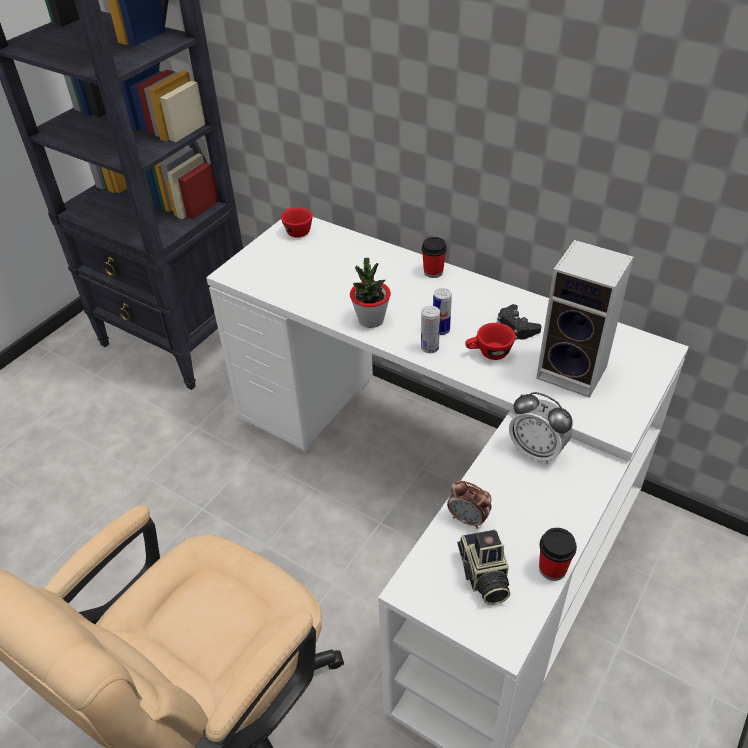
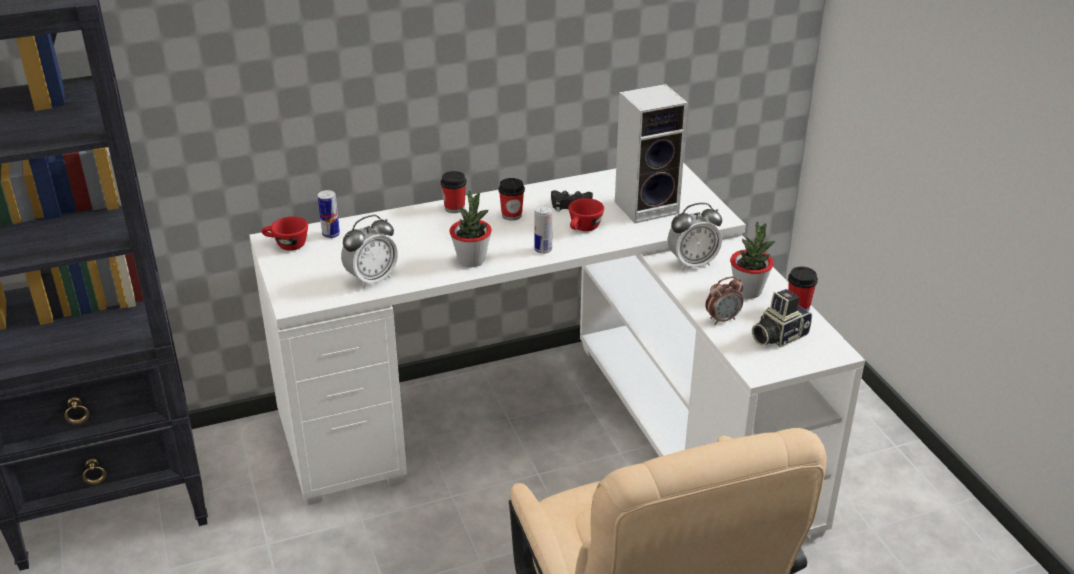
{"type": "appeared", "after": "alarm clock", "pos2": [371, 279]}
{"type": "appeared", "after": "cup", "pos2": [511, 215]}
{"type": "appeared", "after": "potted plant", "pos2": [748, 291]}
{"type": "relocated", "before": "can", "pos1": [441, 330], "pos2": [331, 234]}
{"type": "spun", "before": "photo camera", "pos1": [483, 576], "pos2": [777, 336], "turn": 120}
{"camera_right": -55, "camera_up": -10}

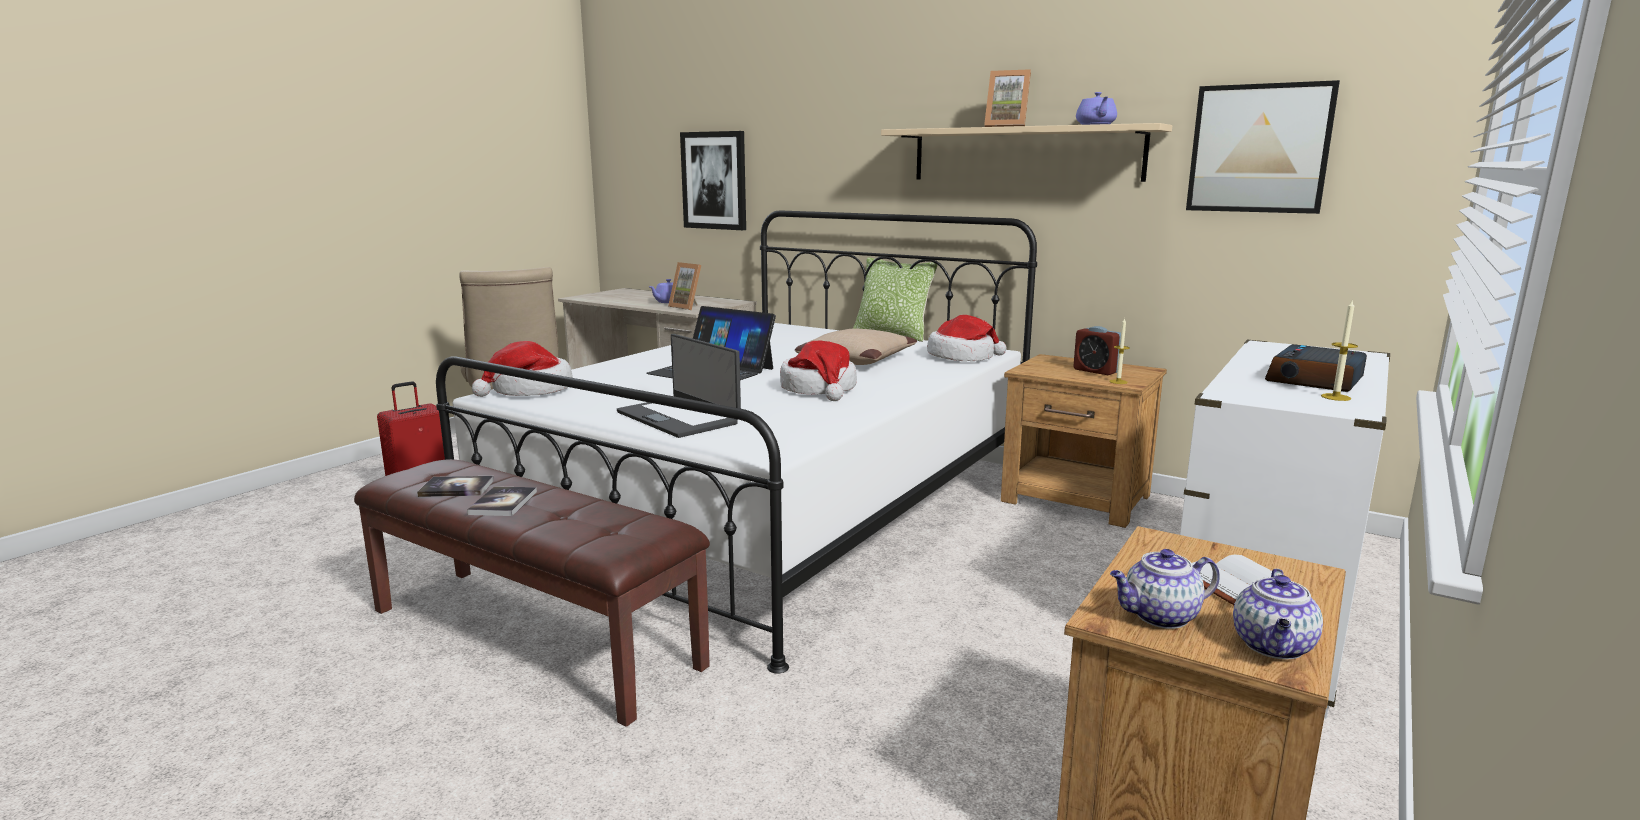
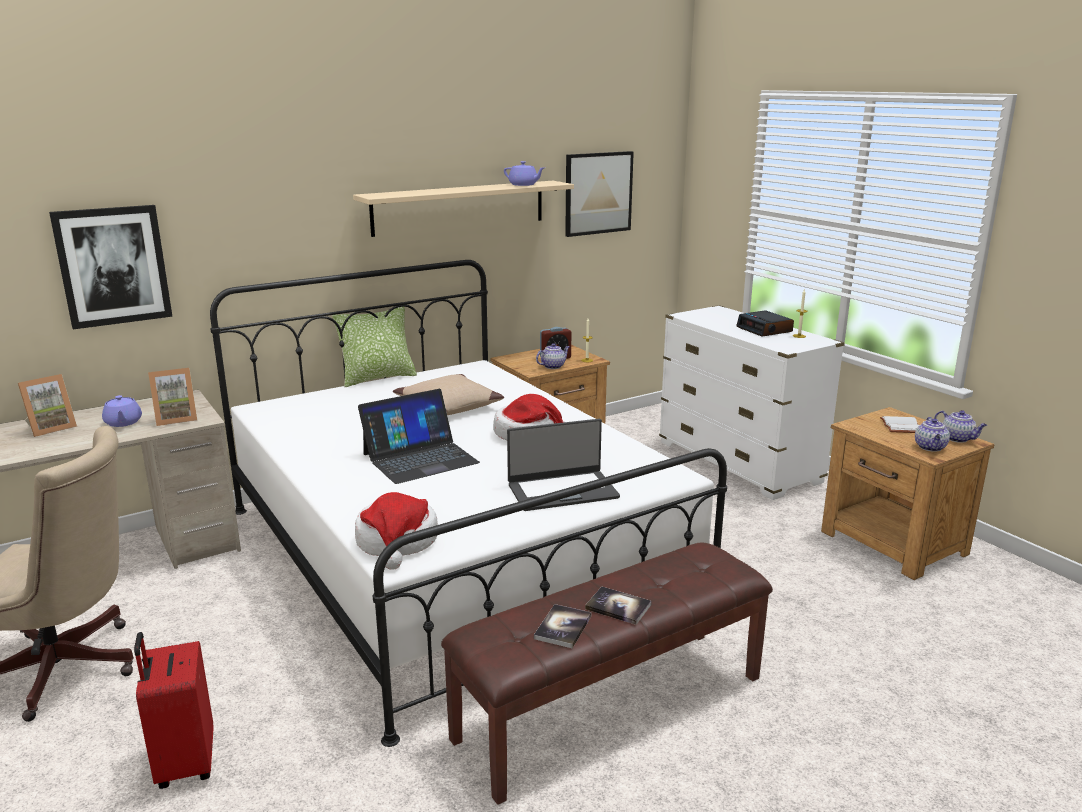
{"type": "missing", "before": "hat", "pos1": [962, 357]}
{"type": "appeared", "after": "teapot", "pos2": [553, 366]}
{"type": "relocated", "before": "picture frame", "pos1": [1006, 127], "pos2": [51, 428]}
{"camera_right": -65, "camera_up": 5}

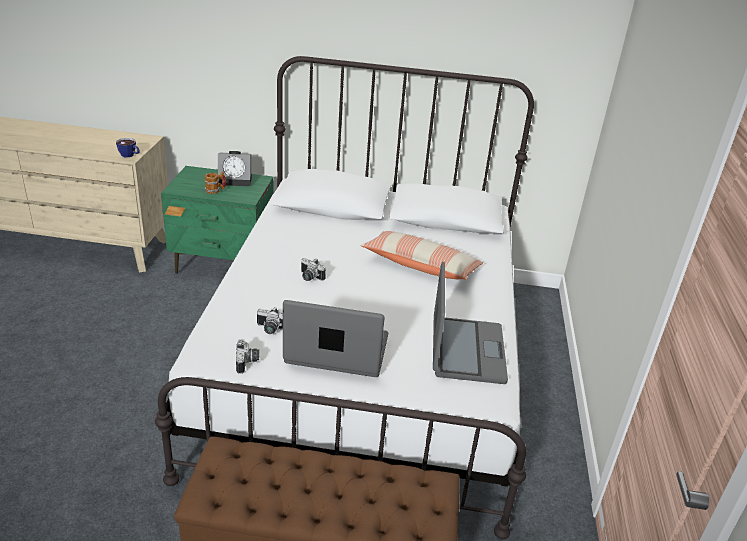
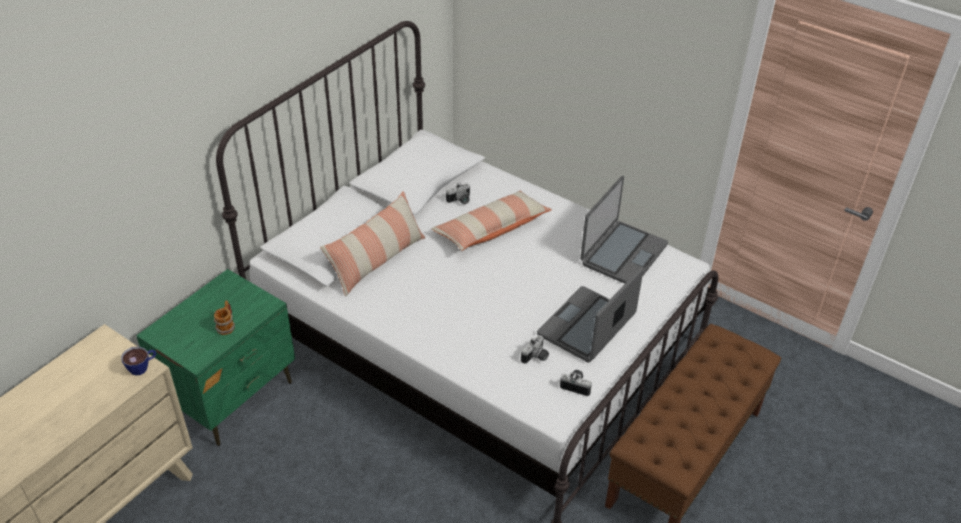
{"type": "missing", "before": "alarm clock", "pos1": [236, 180]}
{"type": "appeared", "after": "pillow", "pos2": [377, 261]}
{"type": "relocated", "before": "photo camera", "pos1": [309, 277], "pos2": [460, 201]}
{"type": "spun", "before": "laptop", "pos1": [466, 351], "pos2": [623, 254], "turn": 90}
{"camera_right": -60, "camera_up": 10}

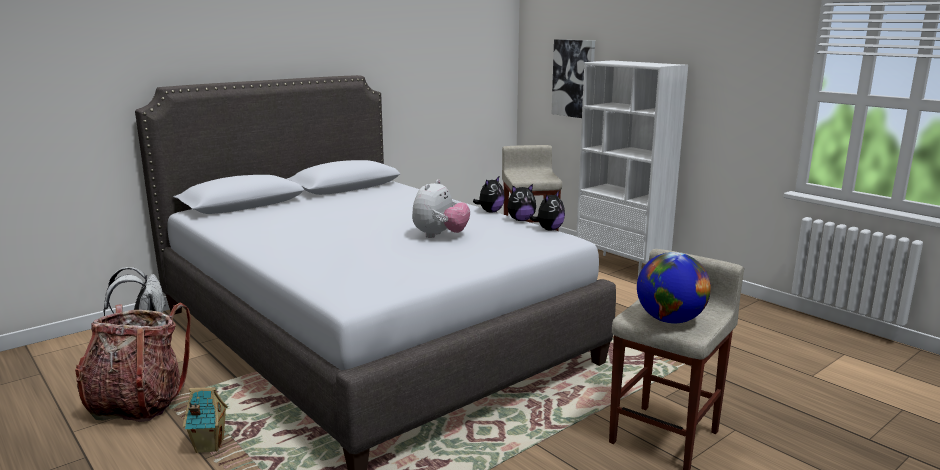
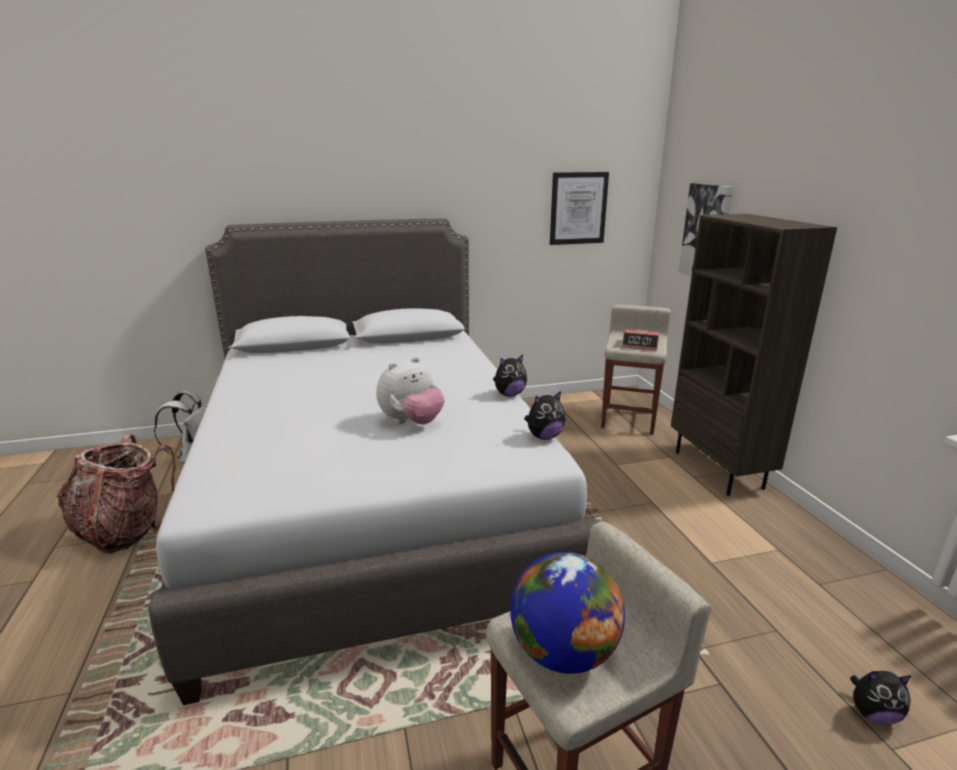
{"type": "missing", "before": "toy house", "pos1": [208, 446]}
{"type": "appeared", "after": "picture", "pos2": [578, 208]}
{"type": "appeared", "after": "alarm clock", "pos2": [640, 345]}
{"type": "relocated", "before": "plush toy", "pos1": [520, 220], "pos2": [873, 713]}
{"type": "colour", "before": "bookcase/white", "after": "bookcase/brown", "pos1": [622, 267], "pos2": [719, 470]}
{"camera_right": 25, "camera_up": 5}

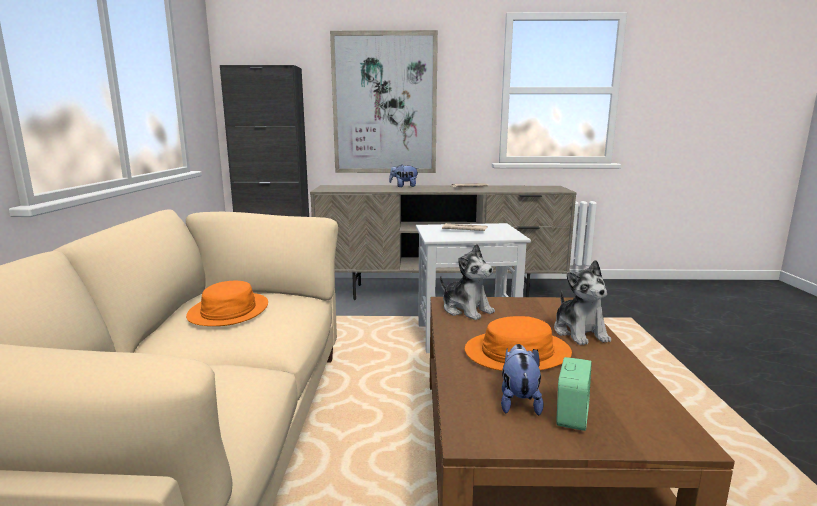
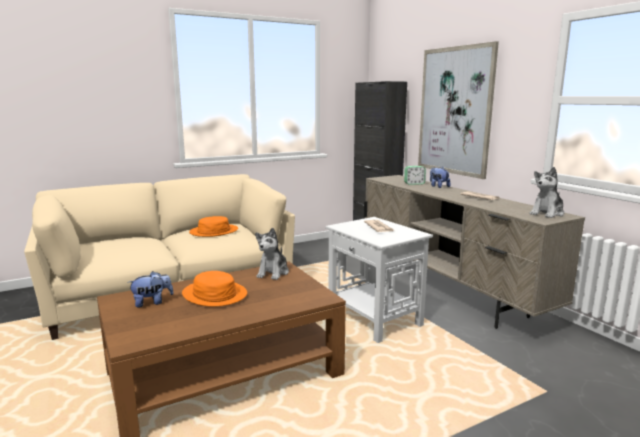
{"type": "relocated", "before": "plush toy", "pos1": [580, 332], "pos2": [547, 213]}
{"type": "relocated", "before": "alarm clock", "pos1": [572, 416], "pos2": [414, 183]}
{"camera_right": 60, "camera_up": 0}

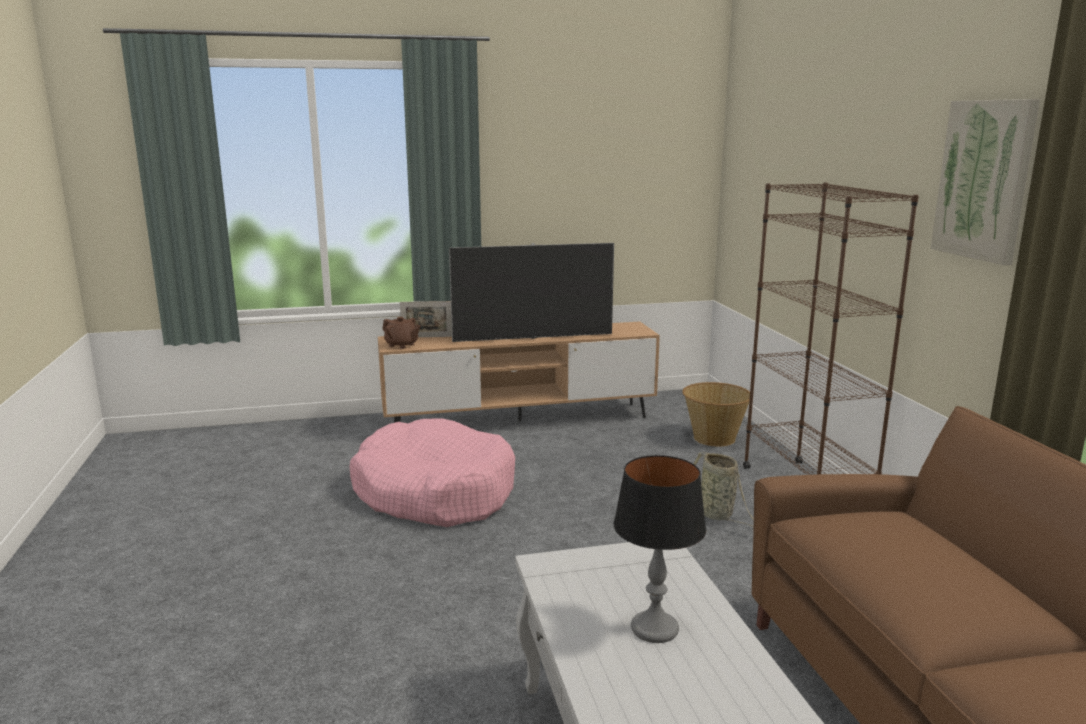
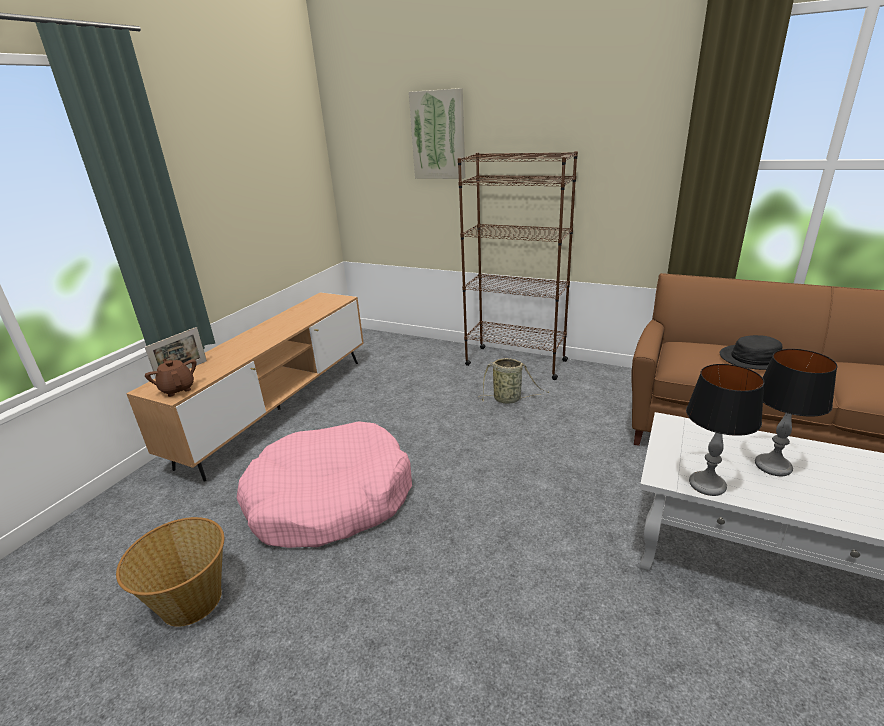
{"type": "missing", "before": "television", "pos1": [533, 338]}
{"type": "appeared", "after": "table lamp", "pos2": [707, 484]}
{"type": "appeared", "after": "hat/black", "pos2": [755, 358]}
{"type": "relocated", "before": "basket", "pos1": [714, 438], "pos2": [191, 600]}
{"type": "relocated", "before": "picture", "pos1": [984, 180], "pos2": [438, 135]}
{"type": "spun", "before": "teapot/brown", "pos1": [401, 345], "pos2": [178, 389], "turn": -105}
{"camera_right": -50, "camera_up": 10}

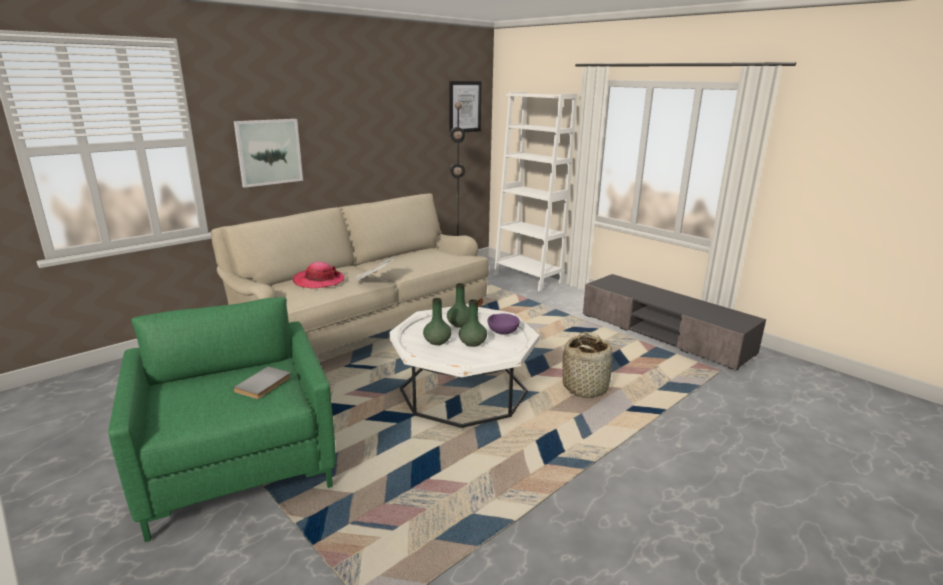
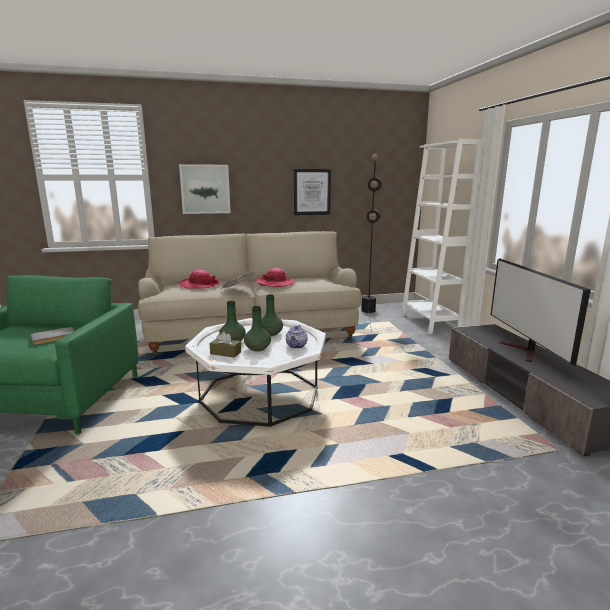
{"type": "missing", "before": "basket", "pos1": [585, 387]}
{"type": "appeared", "after": "tissue box/brown", "pos2": [225, 353]}
{"type": "appeared", "after": "hat", "pos2": [275, 283]}
{"type": "appeared", "after": "television", "pos2": [524, 352]}
{"type": "relocated", "before": "picture", "pos1": [464, 107], "pos2": [312, 192]}
{"type": "exchanged", "before": "bowl/purple", "after": "teapot", "pos1": [503, 332], "pos2": [296, 346]}
{"camera_right": 30, "camera_up": -5}

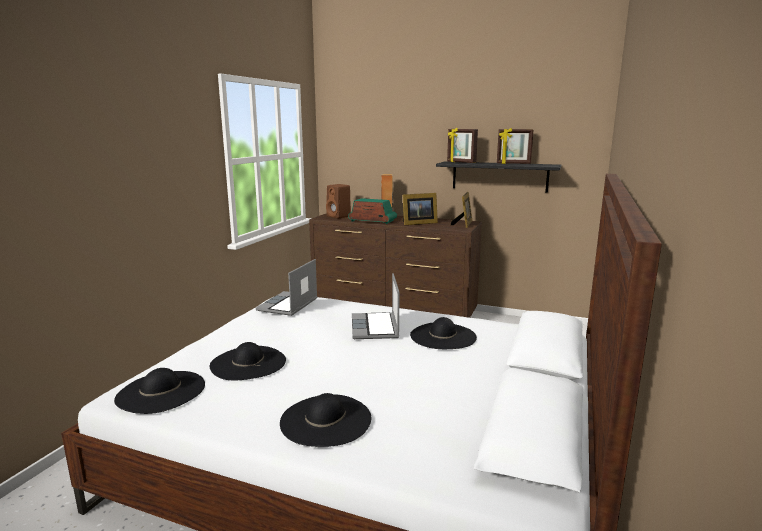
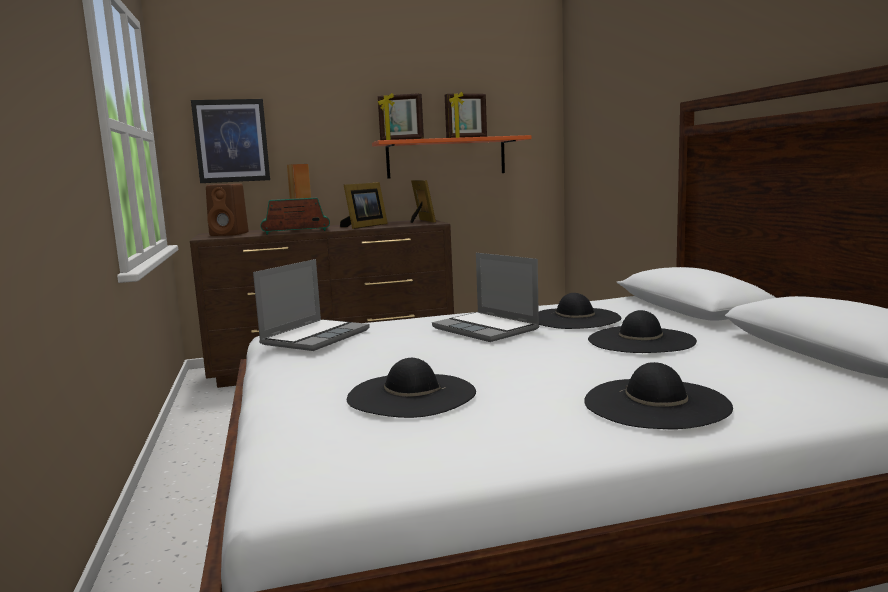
{"type": "appeared", "after": "picture", "pos2": [231, 141]}
{"type": "relocated", "before": "hat/black", "pos1": [161, 391], "pos2": [641, 340]}
{"type": "colour", "before": "shelf/black", "after": "shelf/orange", "pos1": [499, 176], "pos2": [446, 158]}
{"type": "spun", "before": "laptop", "pos1": [288, 305], "pos2": [315, 337], "turn": -135}
{"camera_right": -35, "camera_up": -5}

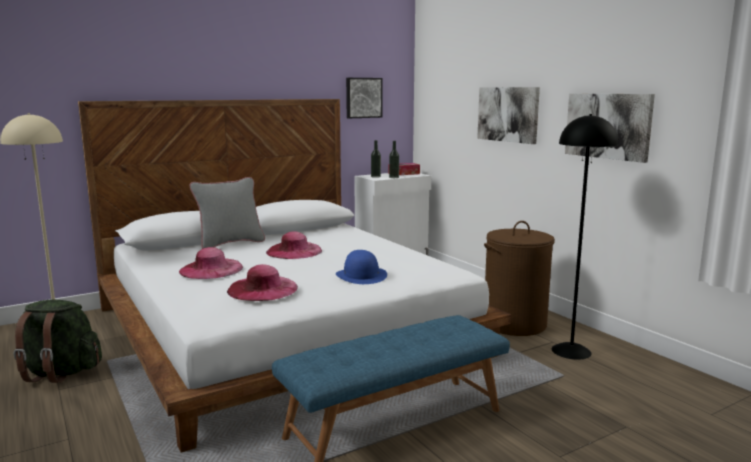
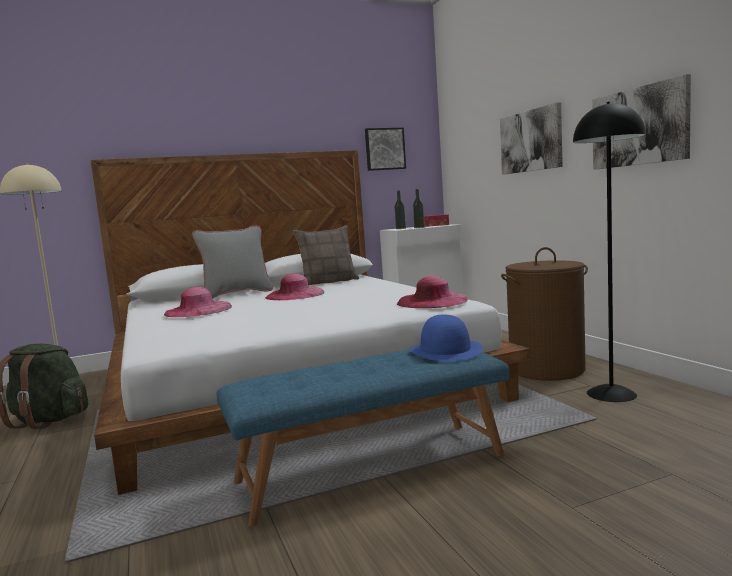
{"type": "appeared", "after": "pillow", "pos2": [328, 282]}
{"type": "relocated", "before": "hat/pink", "pos1": [262, 289], "pos2": [432, 301]}
{"type": "relocated", "before": "hat/blue", "pos1": [361, 275], "pos2": [445, 351]}
{"camera_right": 10, "camera_up": -5}

